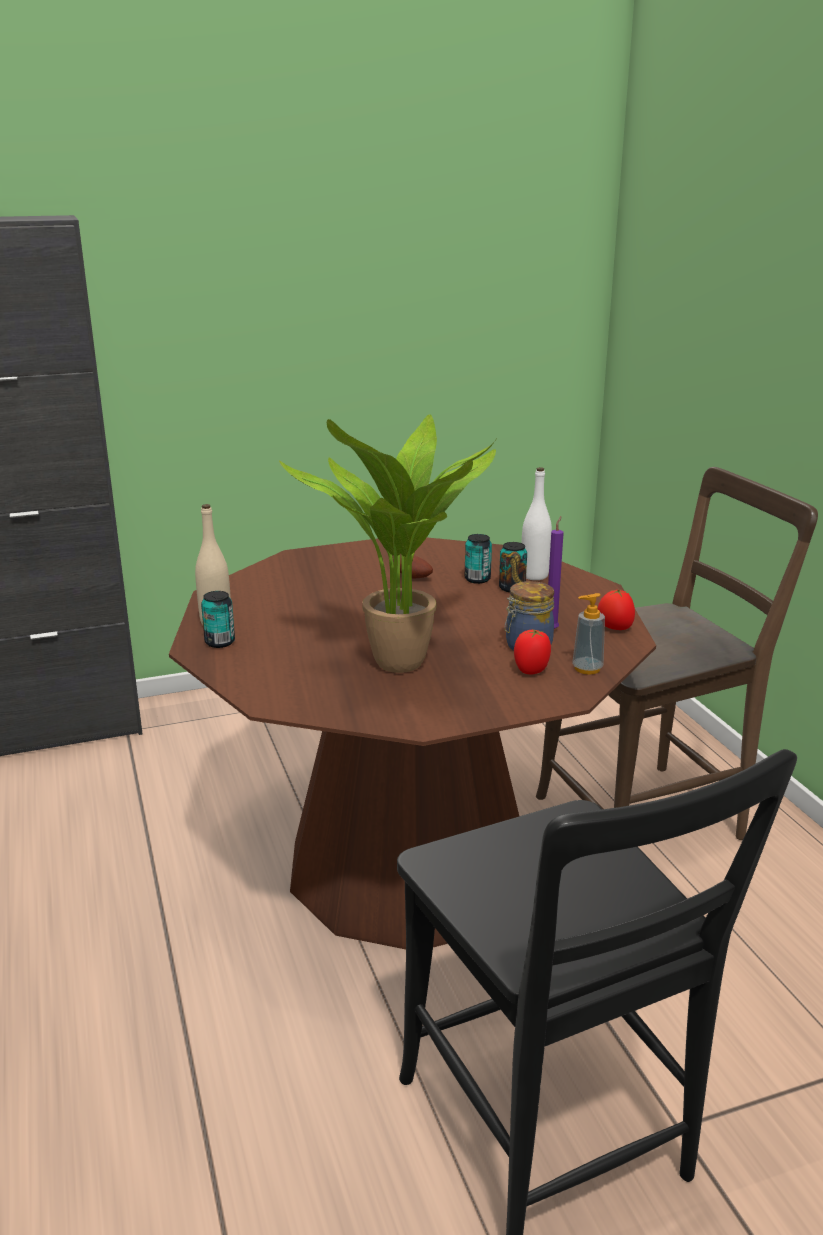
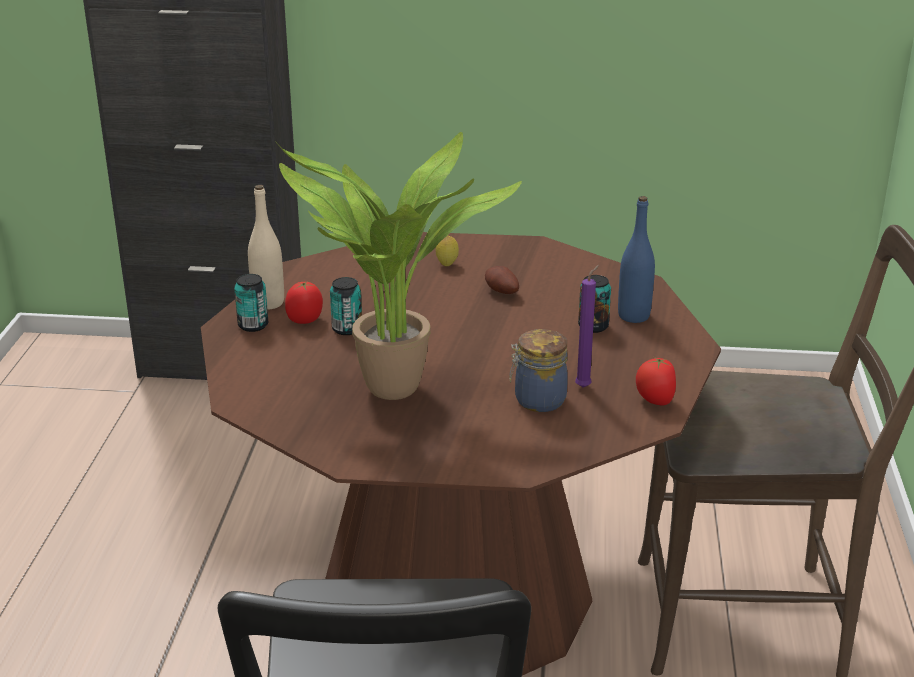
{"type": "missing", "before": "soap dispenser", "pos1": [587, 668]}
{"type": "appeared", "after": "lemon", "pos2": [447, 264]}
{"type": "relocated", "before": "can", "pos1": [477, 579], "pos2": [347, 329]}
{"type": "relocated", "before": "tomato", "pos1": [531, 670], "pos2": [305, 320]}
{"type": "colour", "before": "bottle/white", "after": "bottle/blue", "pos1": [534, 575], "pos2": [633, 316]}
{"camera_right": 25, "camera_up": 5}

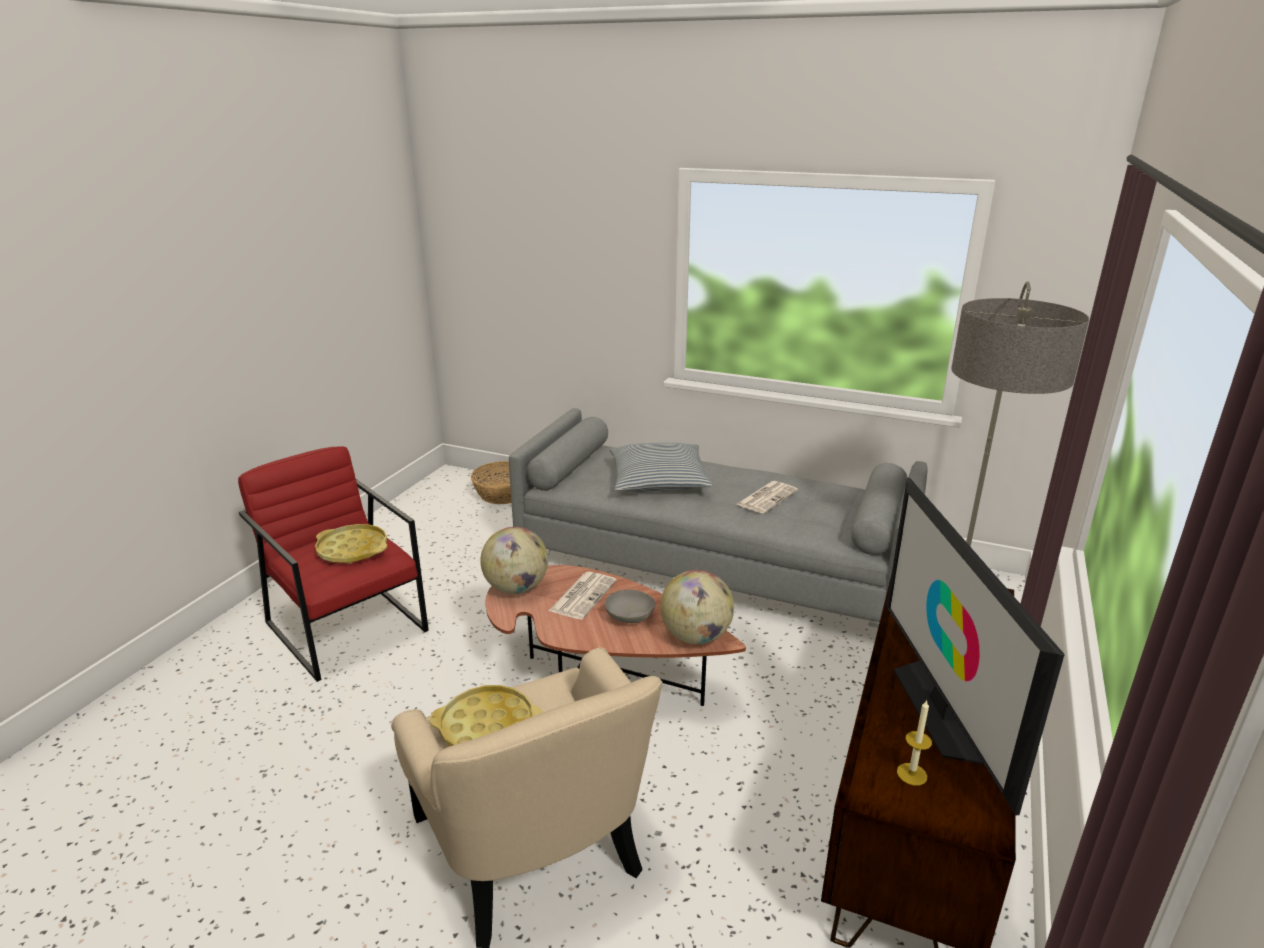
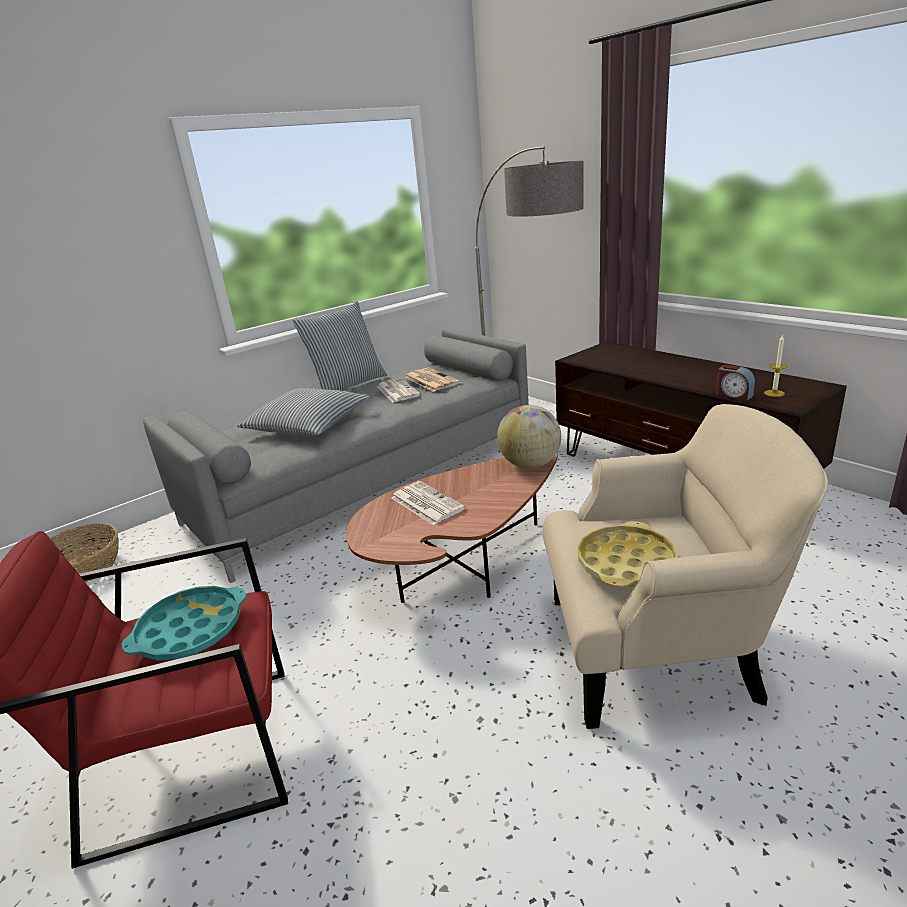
{"type": "missing", "before": "globe", "pos1": [516, 588]}
{"type": "missing", "before": "bowl/grey", "pos1": [629, 617]}
{"type": "missing", "before": "television", "pos1": [942, 709]}
{"type": "appeared", "after": "pillow", "pos2": [348, 386]}
{"type": "appeared", "after": "newspaper", "pos2": [431, 380]}
{"type": "appeared", "after": "alarm clock", "pos2": [733, 395]}
{"type": "colour", "before": "tray/yellow", "after": "tray/turquoise", "pos1": [352, 549], "pos2": [190, 630]}
{"camera_right": -60, "camera_up": 0}

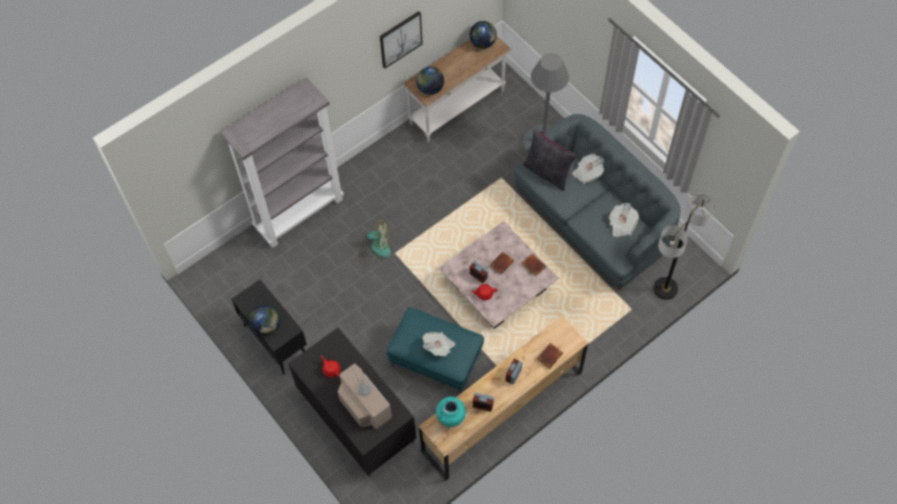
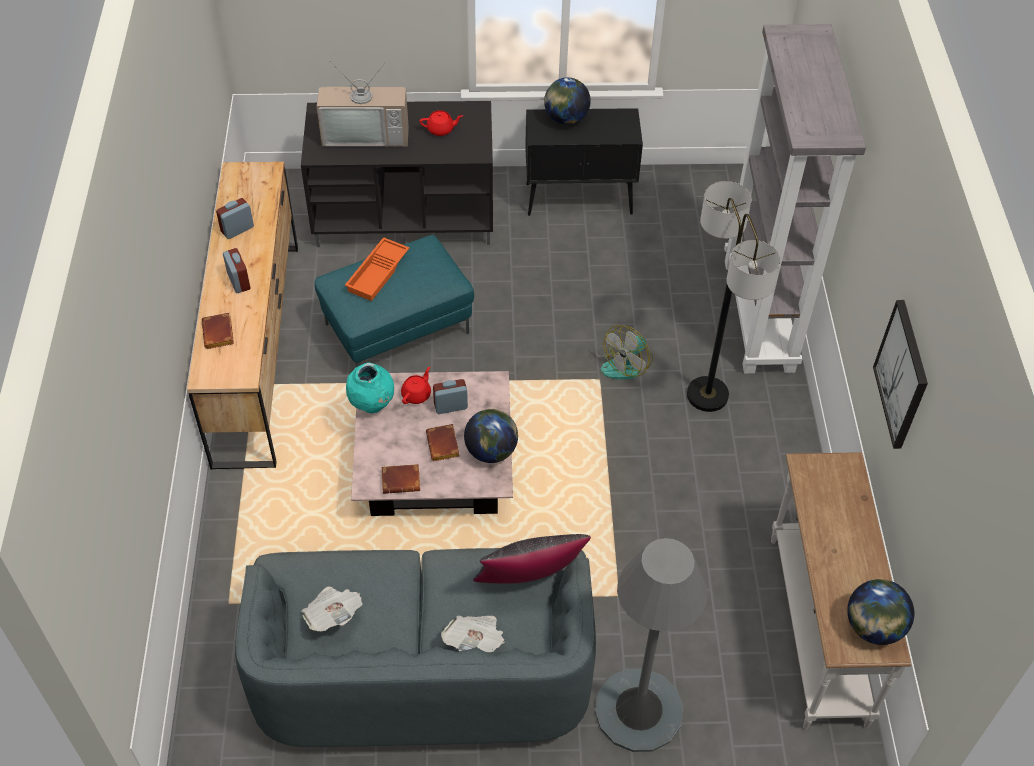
{"type": "relocated", "before": "globe", "pos1": [430, 89], "pos2": [491, 451]}
{"type": "relocated", "before": "vase/turquoise", "pos1": [451, 417], "pos2": [372, 405]}
{"type": "relocated", "before": "floor lamp", "pos1": [665, 288], "pos2": [707, 395]}
{"type": "exchanged", "before": "newspaper", "after": "tray/orange", "pos1": [439, 347], "pos2": [378, 273]}
{"camera_right": 125, "camera_up": -10}

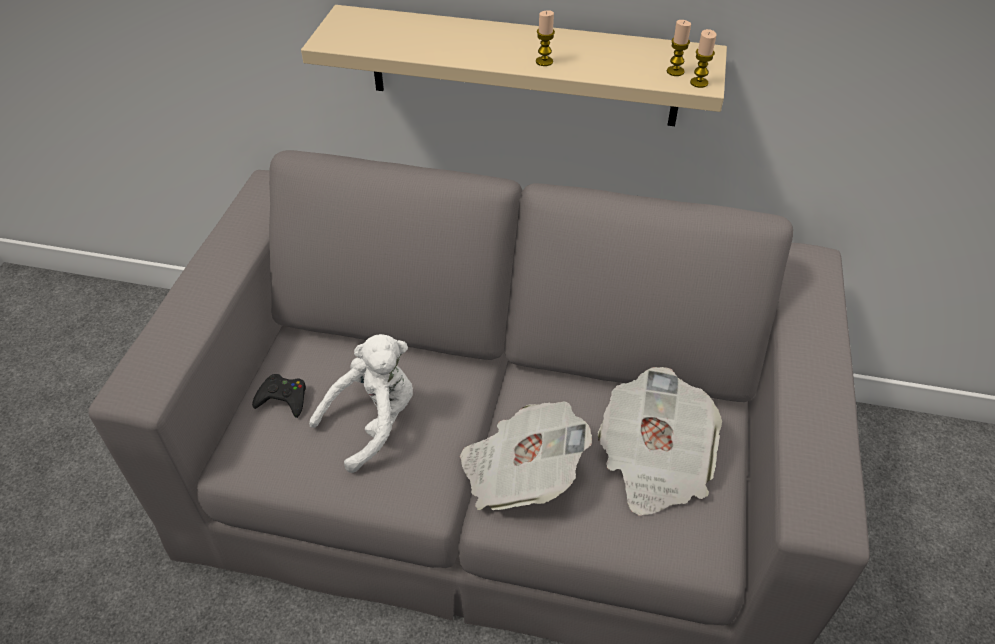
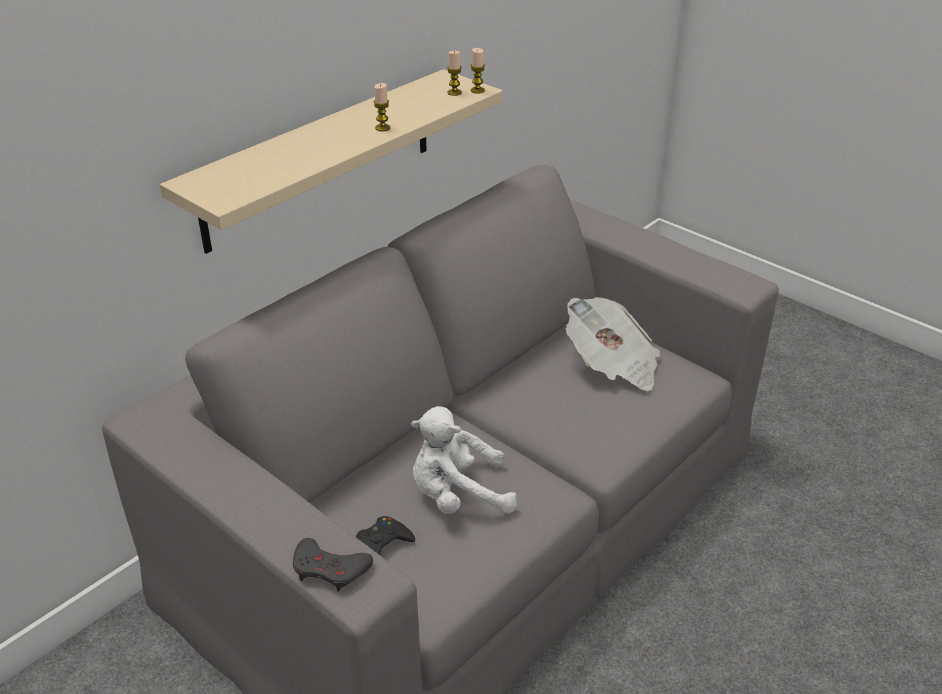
{"type": "missing", "before": "newspaper", "pos1": [520, 473]}
{"type": "appeared", "after": "game controller/grey", "pos2": [330, 569]}
{"type": "spun", "before": "plush toy/white", "pos1": [373, 422], "pos2": [457, 496], "turn": -90}
{"camera_right": -60, "camera_up": -10}

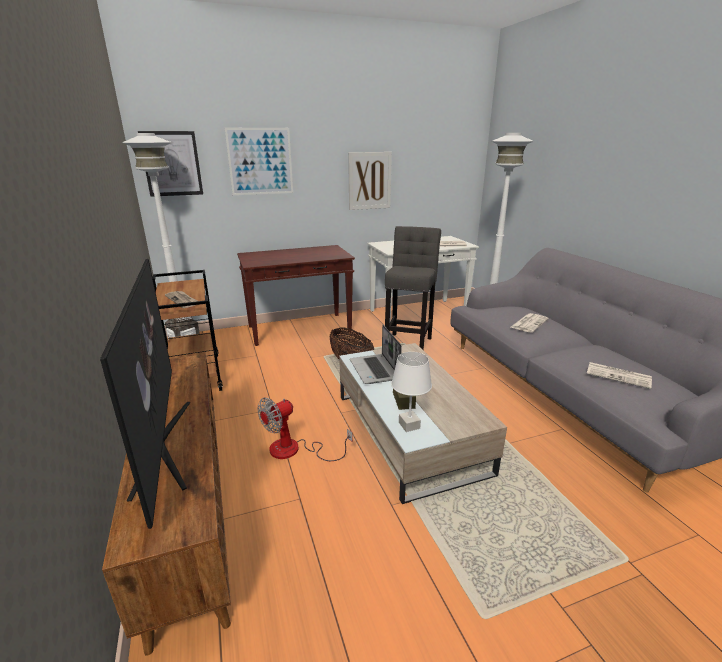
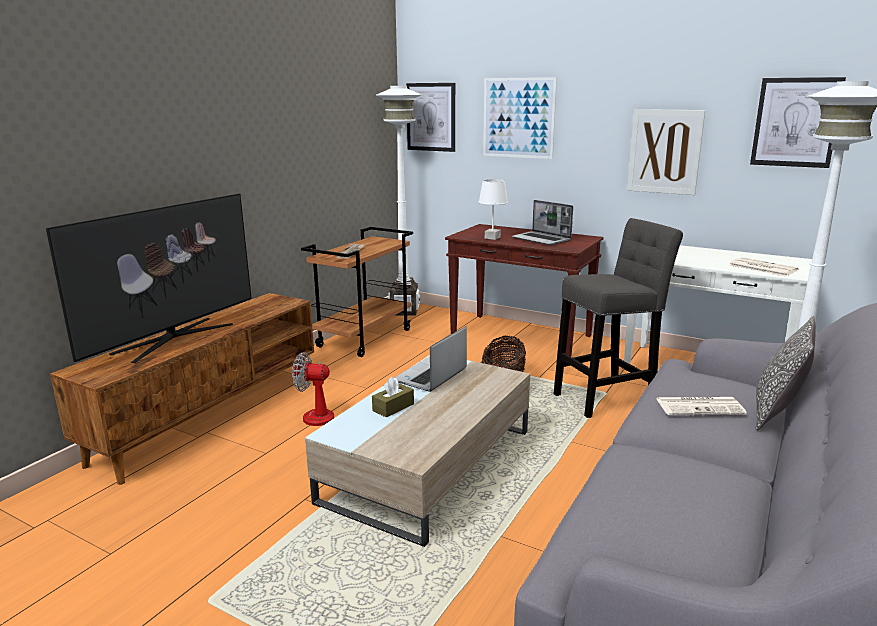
{"type": "missing", "before": "newspaper", "pos1": [619, 375]}
{"type": "appeared", "after": "laptop", "pos2": [542, 239]}
{"type": "appeared", "after": "picture", "pos2": [795, 122]}
{"type": "appeared", "after": "pillow", "pos2": [776, 412]}
{"type": "relocated", "before": "table lamp/white", "pos1": [408, 425], "pos2": [492, 237]}
{"camera_right": 50, "camera_up": -5}

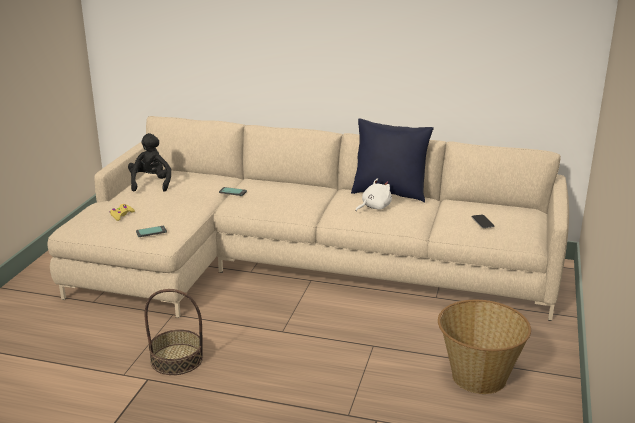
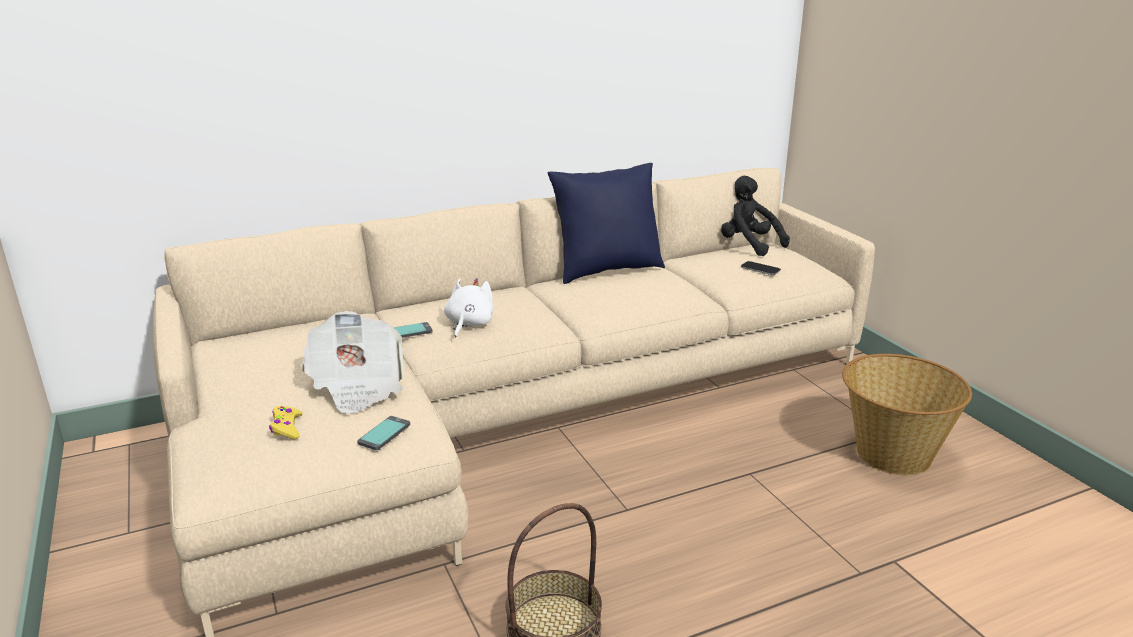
{"type": "appeared", "after": "newspaper", "pos2": [357, 386]}
{"type": "relocated", "before": "plush toy/black", "pos1": [151, 183], "pos2": [748, 245]}
{"type": "relocated", "before": "plush toy/white", "pos1": [374, 207], "pos2": [468, 324]}
{"camera_right": -40, "camera_up": 0}

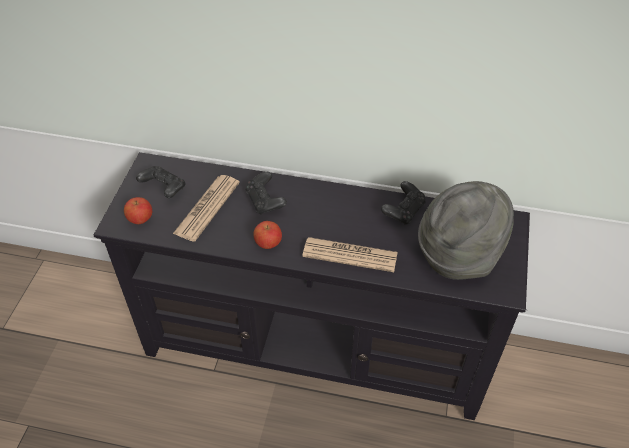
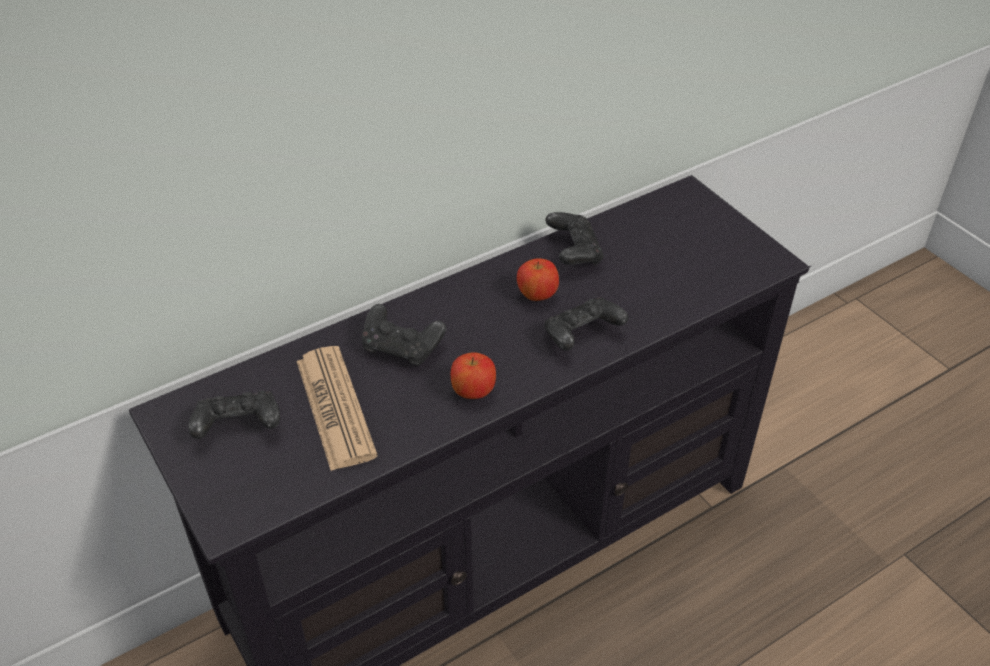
{"type": "missing", "before": "hat/grey", "pos1": [459, 253]}
{"type": "relocated", "before": "apple", "pos1": [140, 219], "pos2": [537, 296]}
{"type": "exchanged", "before": "newspaper", "after": "game controller/black", "pos1": [350, 255], "pos2": [581, 336]}
{"camera_right": -45, "camera_up": -5}

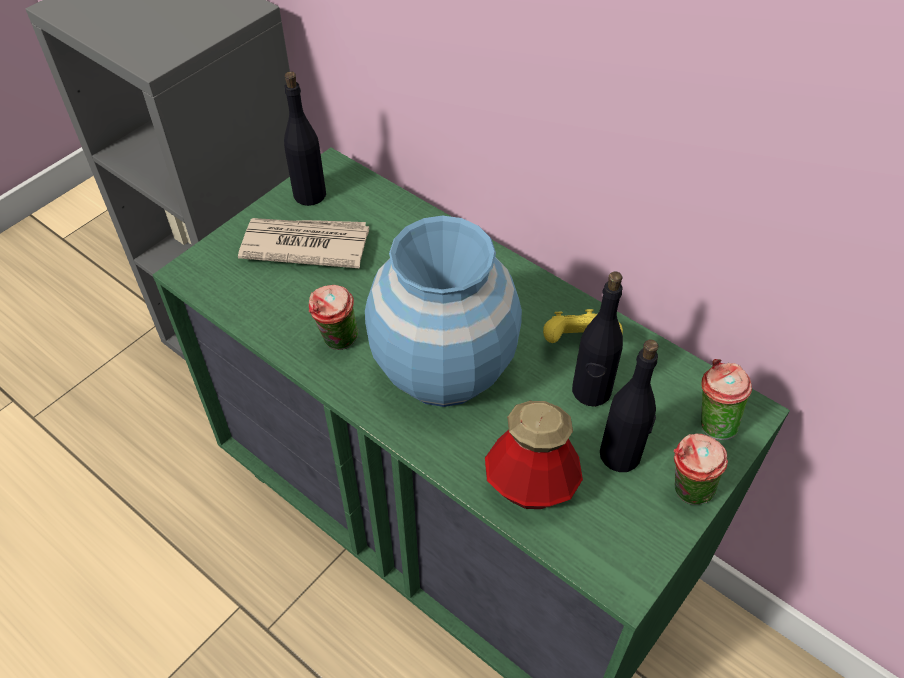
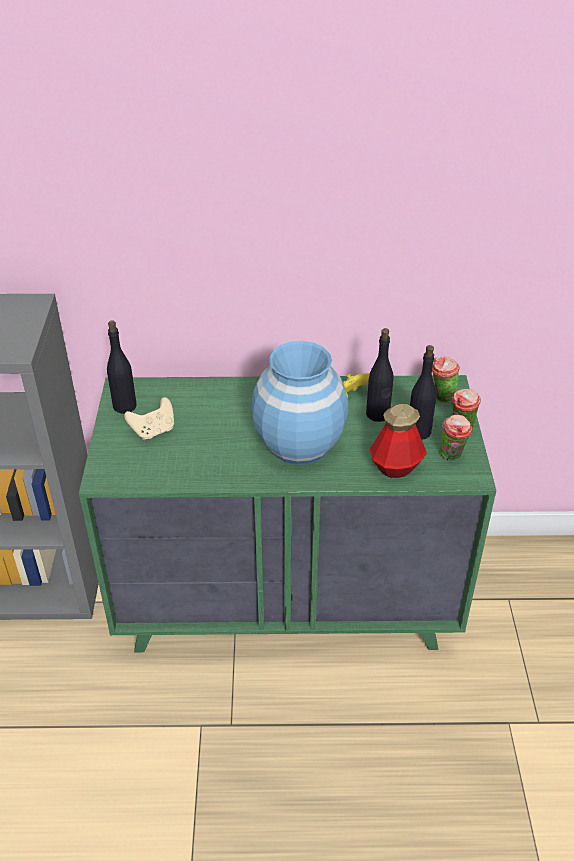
{"type": "relocated", "before": "cup", "pos1": [338, 343], "pos2": [452, 456]}
{"type": "exchanged", "before": "newspaper", "after": "game controller/beige", "pos1": [304, 245], "pos2": [153, 431]}
{"camera_right": -40, "camera_up": -10}

